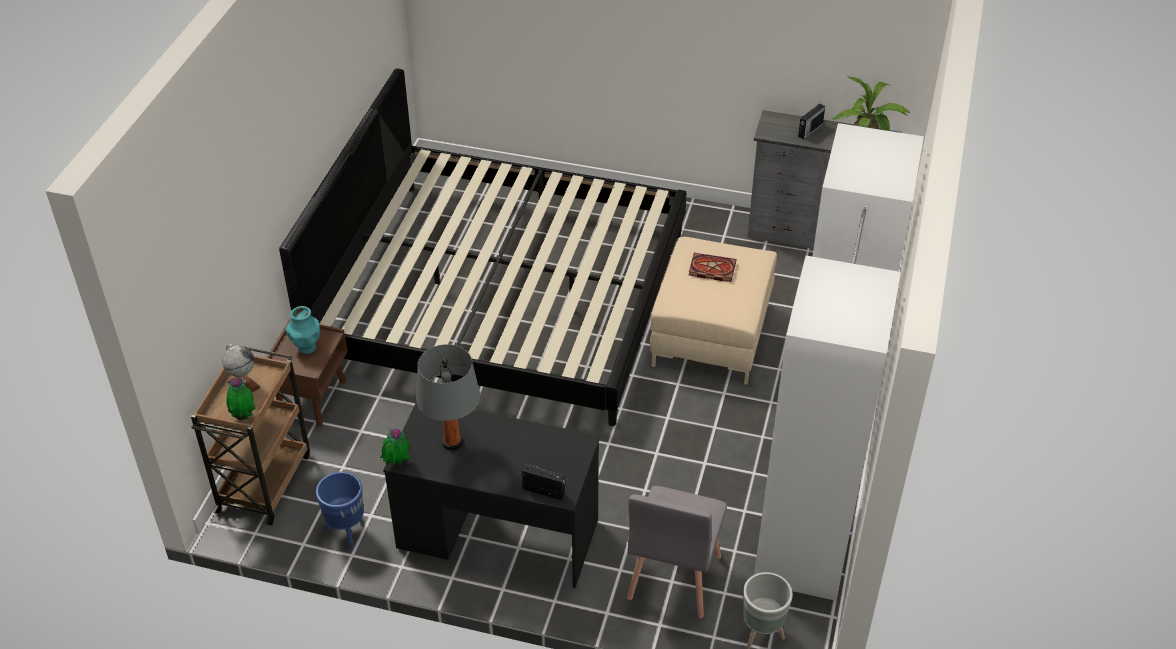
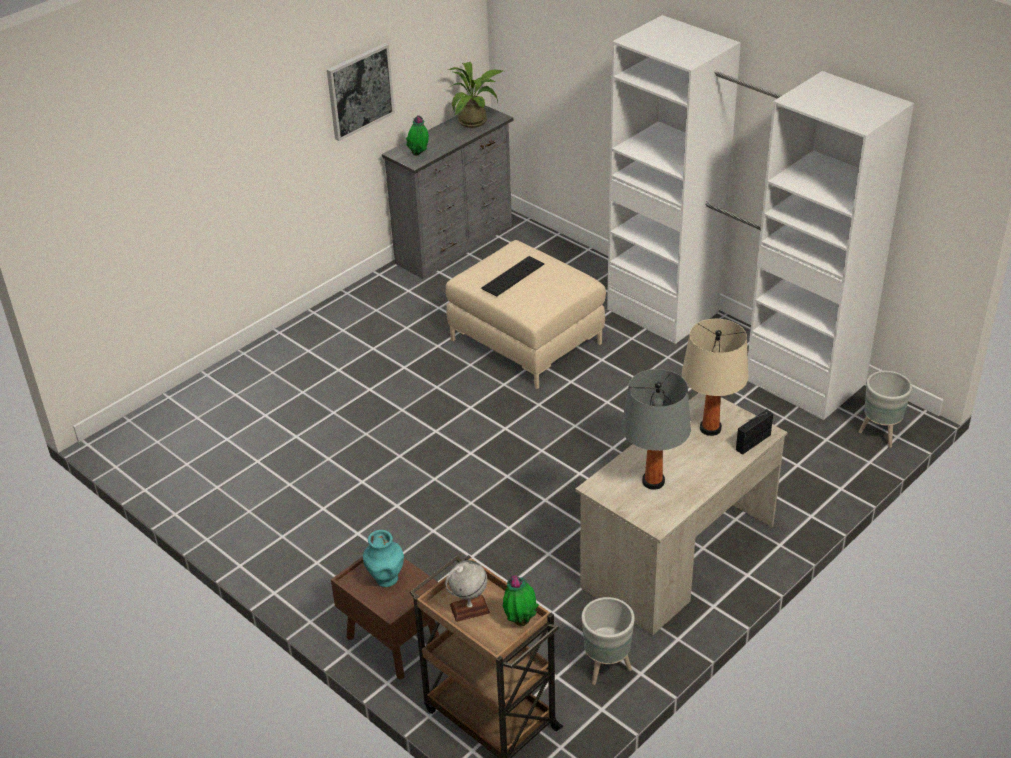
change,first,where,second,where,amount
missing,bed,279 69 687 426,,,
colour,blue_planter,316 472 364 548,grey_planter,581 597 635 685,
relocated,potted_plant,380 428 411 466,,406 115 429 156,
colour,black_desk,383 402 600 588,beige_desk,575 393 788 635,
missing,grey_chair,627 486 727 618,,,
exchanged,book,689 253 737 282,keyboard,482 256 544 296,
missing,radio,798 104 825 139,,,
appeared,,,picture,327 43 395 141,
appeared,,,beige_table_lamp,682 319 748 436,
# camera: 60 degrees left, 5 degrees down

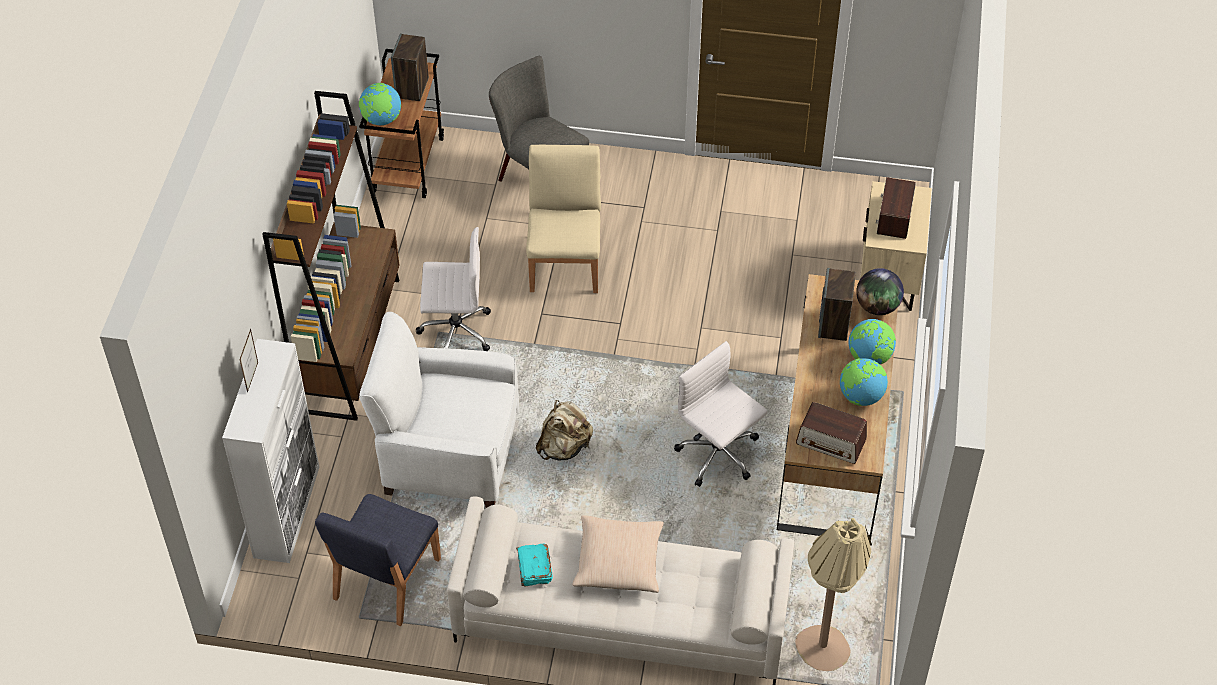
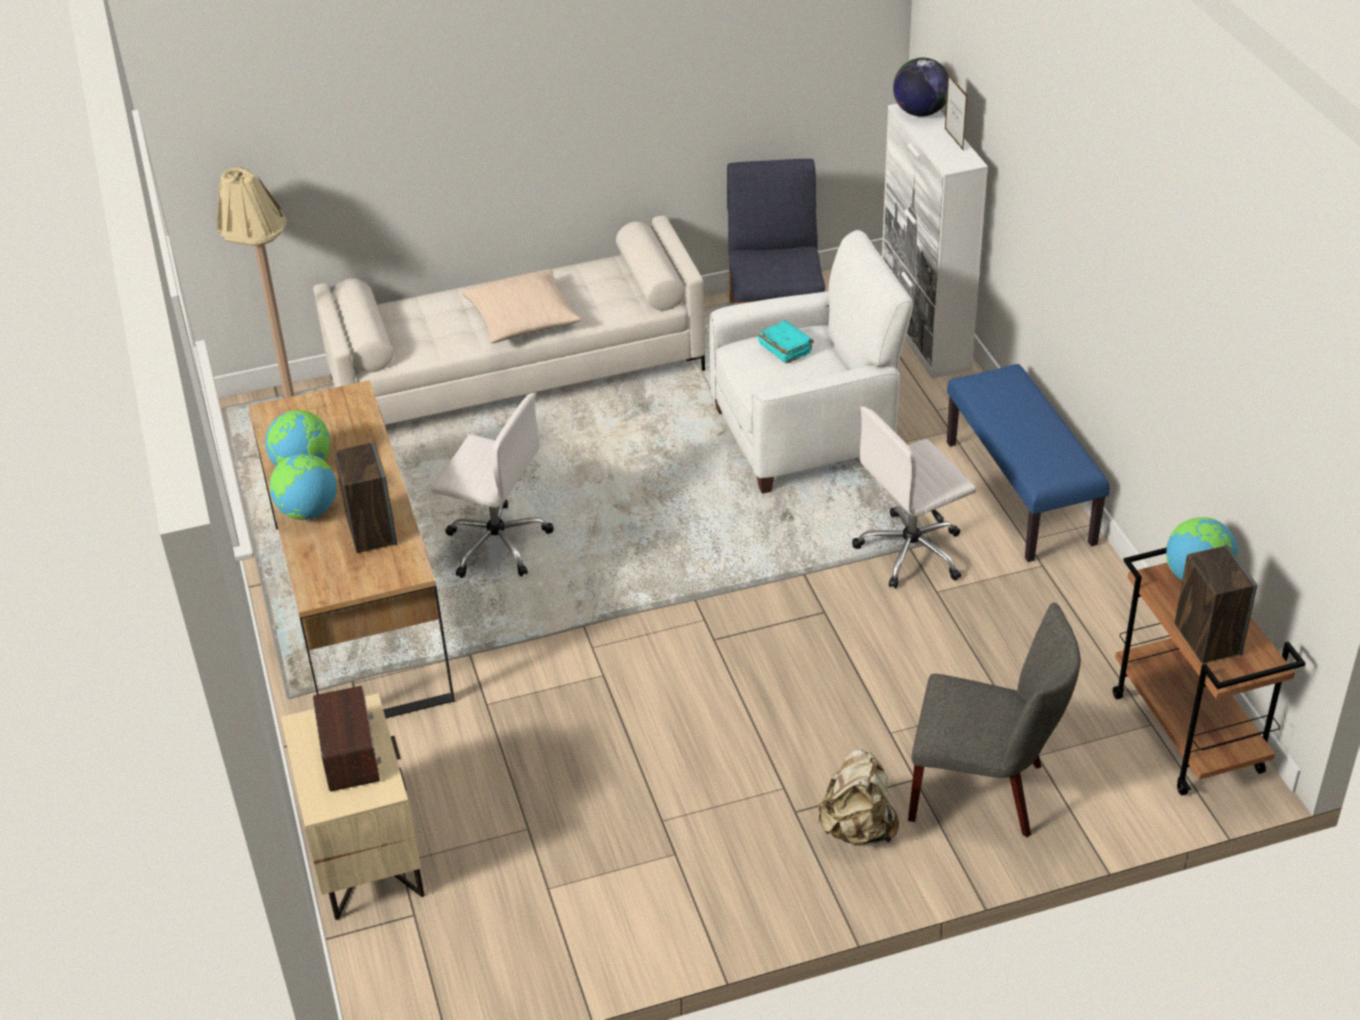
change,first,where,second,where,amount
exchanged,brown_bookcase,262 91 400 421,blue_bench,947 364 1110 562,
relocated,turquoise_book,516 544 553 586,,758 320 814 363,
missing,beige_chair,526 145 601 293,,,
relocated,beige_backpack,536 400 593 461,,818 749 899 846,
missing,radio,796 402 867 464,,,
relocated,globe,856 268 904 315,,893 58 948 117,
# camera: 155 degrees right, 10 degrees down

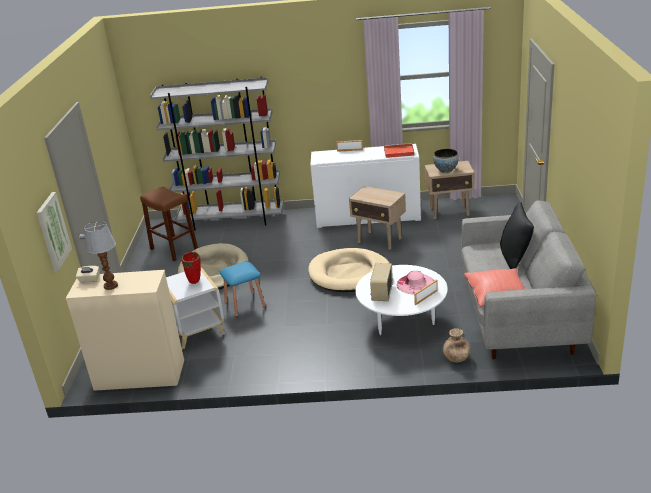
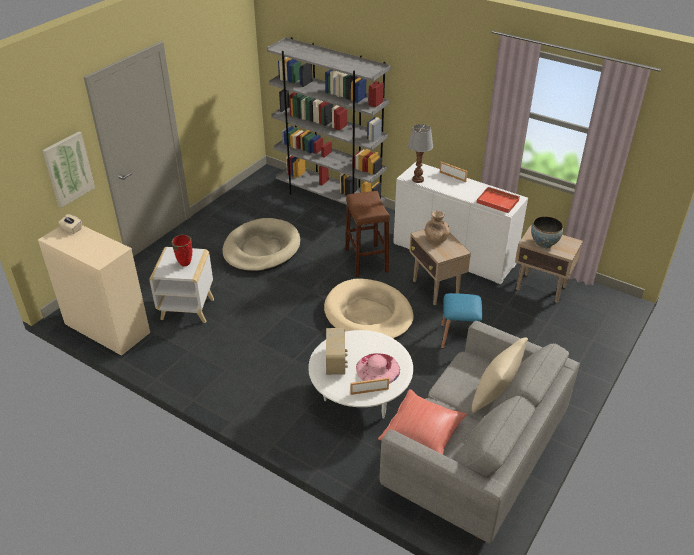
change,first,where,second,where,amount
relocated,table_lamp,84 221 118 290,,408 124 433 183,
relocated,brown_stool,140 186 198 261,,345 191 390 277,
relocated,blue_stool,220 262 266 317,,441 293 482 349,
spun,radio,370 263 393 301,,326 328 348 375,135 degrees clockwise
relocated,brown_vase,443 328 470 362,,425 211 450 243,
colour,black_pillow,500 202 534 269,beige_pillow,472 337 528 413,
# camera: 30 degrees right, 10 degrees up

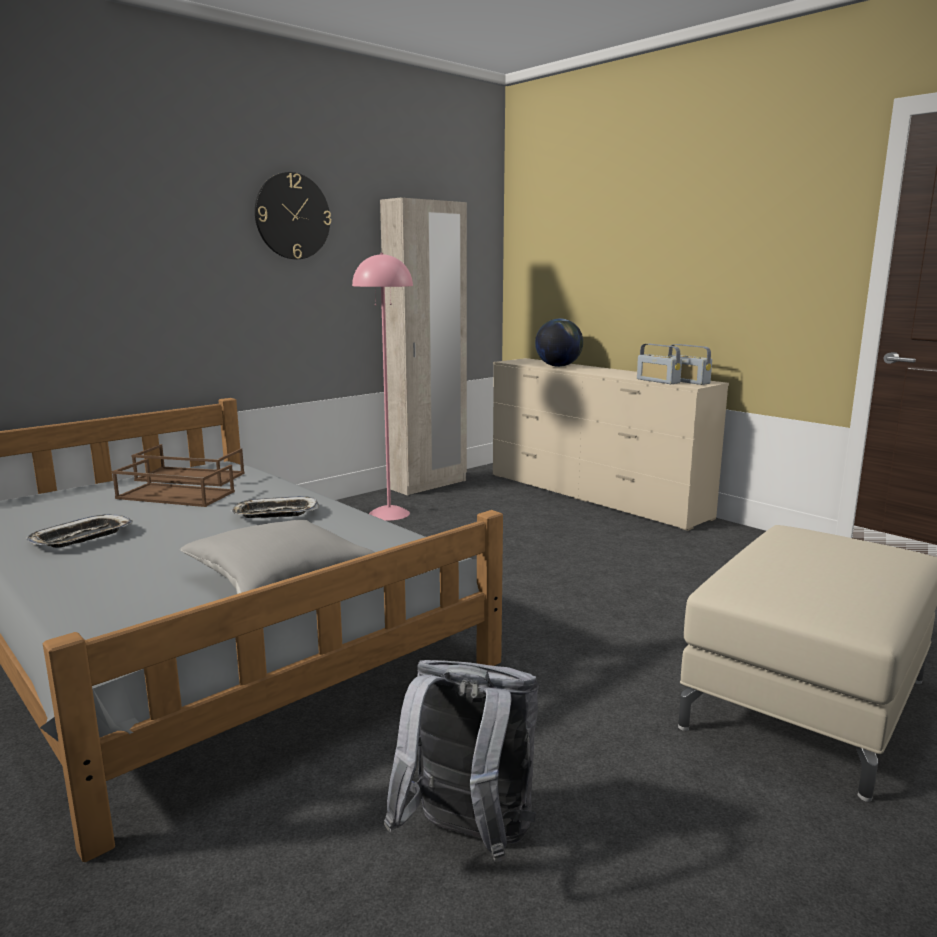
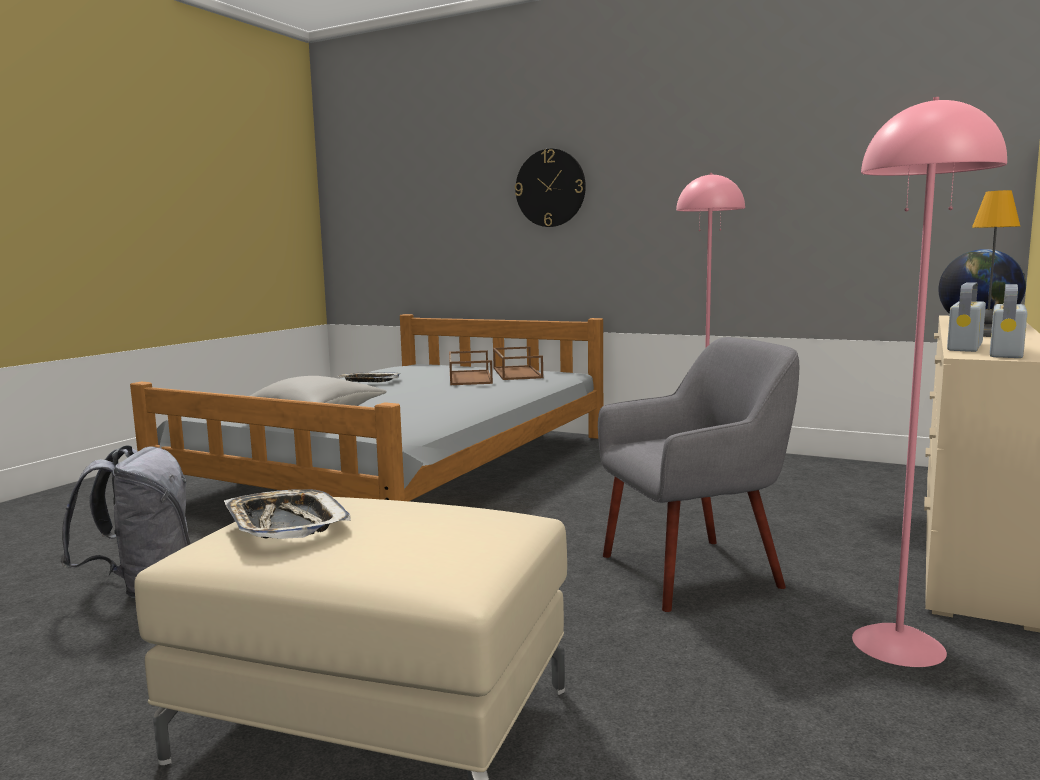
change,first,where,second,where,amount
relocated,tray,231 496 320 518,,224 489 351 539,
relocated,wall_clock,255 172 331 259,,515 148 586 227,
missing,beige_wardrobe,380 198 467 495,,,
appeared,,,grey_armchair,598 337 799 612,
appeared,,,pink_floor_lamp,852 97 1007 667,
appeared,,,table_lamp,972 190 1020 337,
# camera: 70 degrees right, 5 degrees down

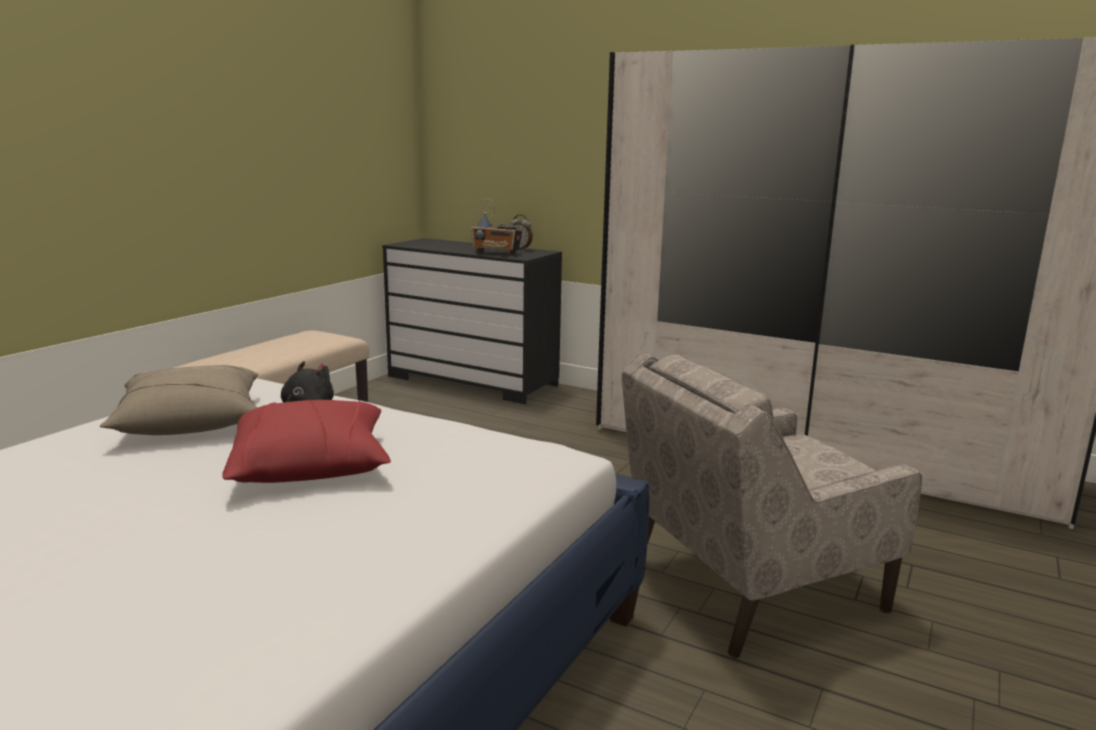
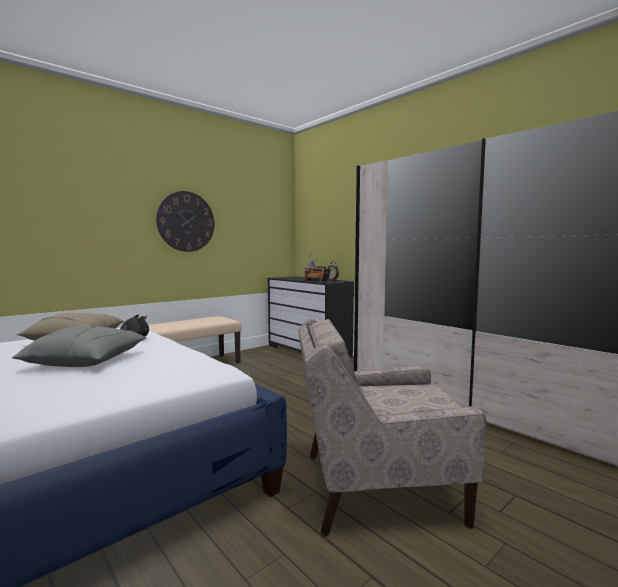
change,first,where,second,where,amount
colour,red_pillow,222 399 391 483,grey_pillow,12 326 146 367,
appeared,,,wall_clock,156 191 215 252,
# camera: 20 degrees right, 10 degrees down

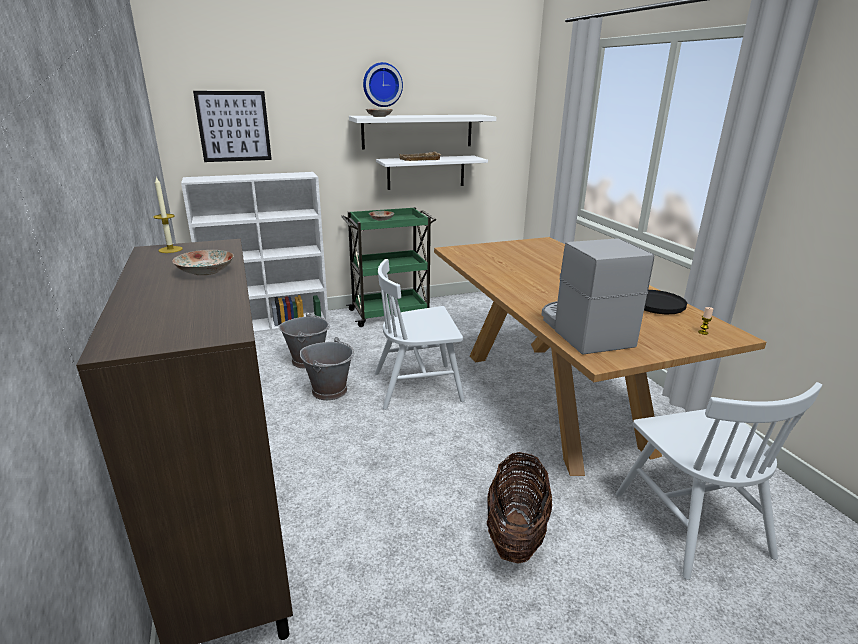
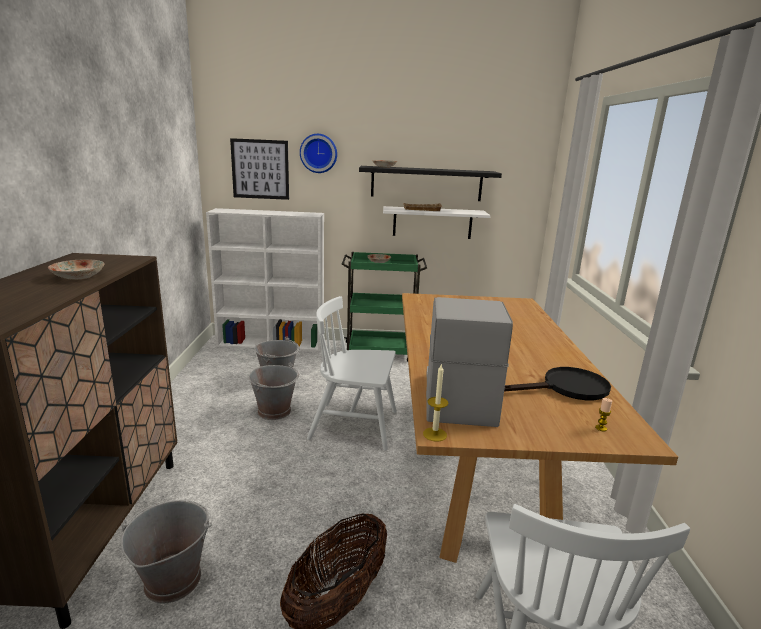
change,first,where,second,where,amount
relocated,candle,153 177 183 253,,423 363 448 442,
colour,white_shelf,349 115 496 149,black_shelf,359 166 502 201,
relocated,wall_clock,363 62 403 107,,300 134 337 173,
appeared,,,grey_bucket,121 500 212 603,
# camera: 20 degrees right, 5 degrees down

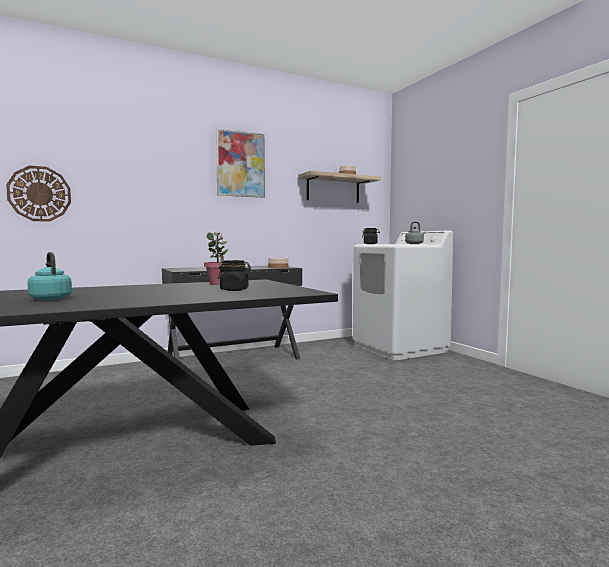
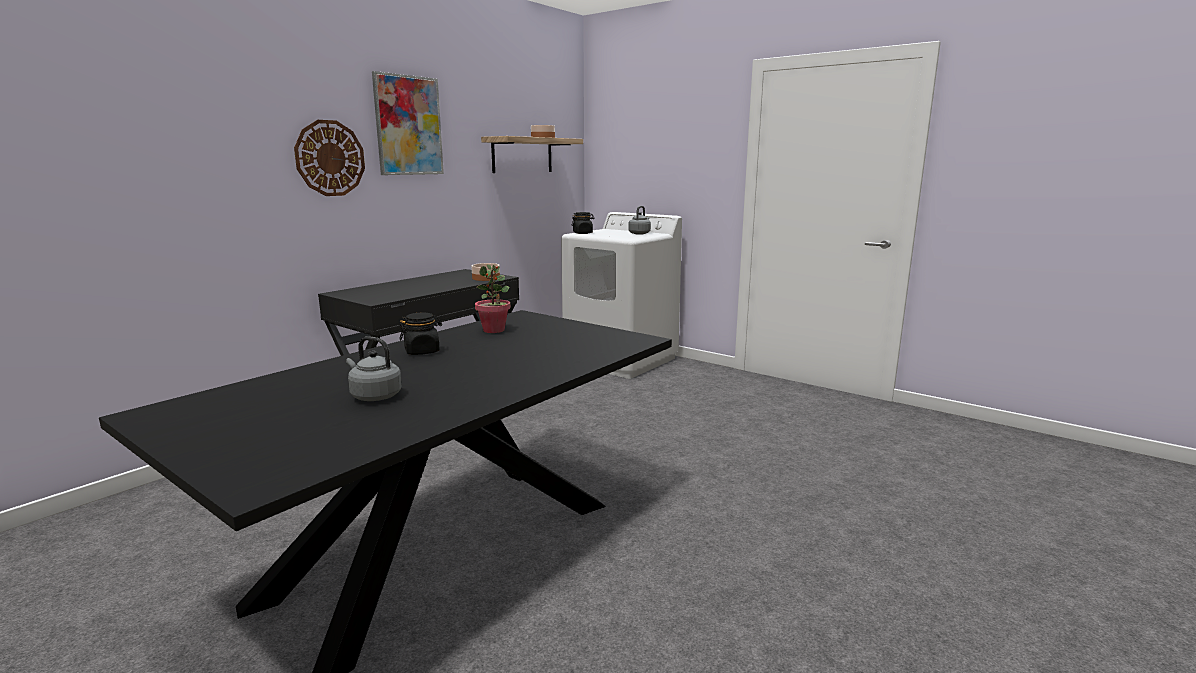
change,first,where,second,where,amount
relocated,wall_clock,6 166 71 222,,294 120 365 196,
colour,turquoise_kettle,27 252 72 300,grey_kettle,346 337 402 401,
relocated,black_jar,218 260 251 291,,399 313 442 355,
# camera: 25 degrees left, 10 degrees up

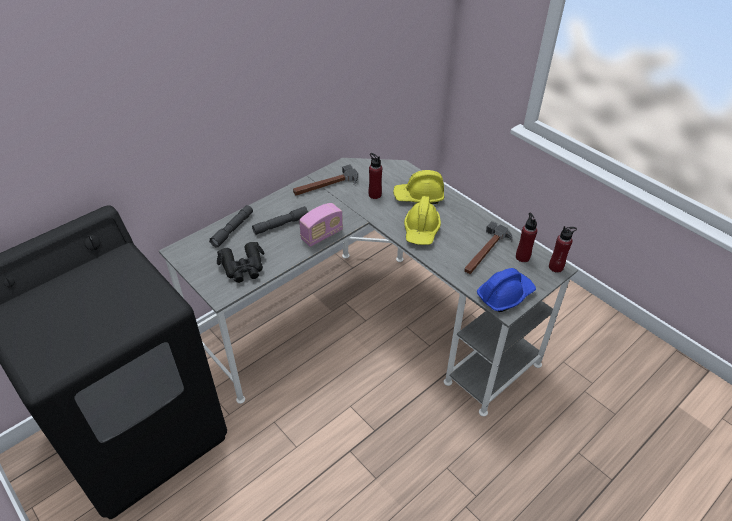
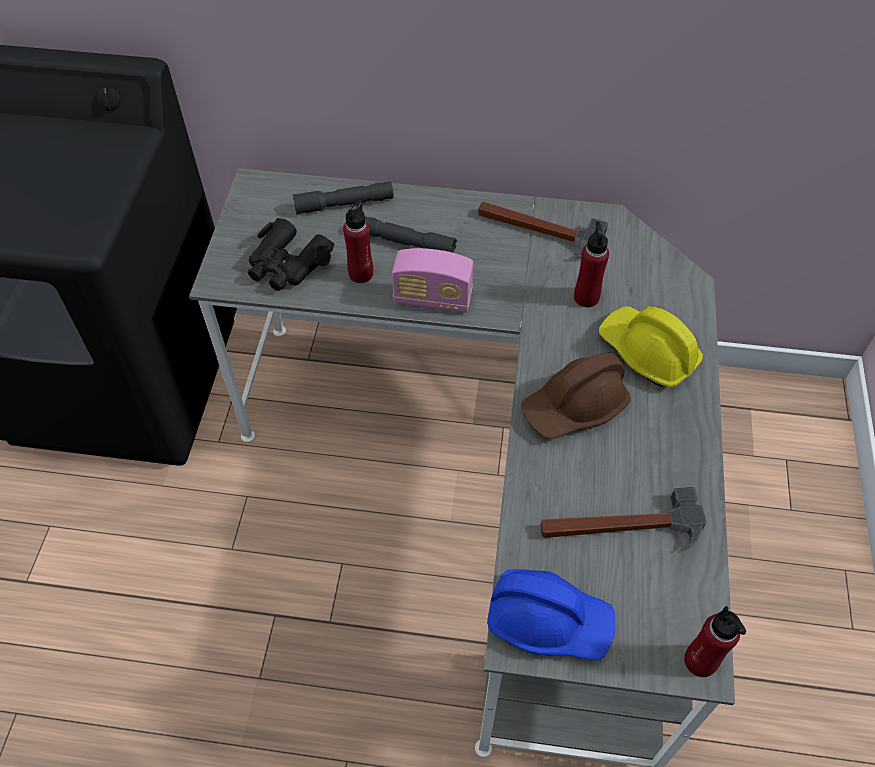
change,first,where,second,where,amount
colour,yellow_hard_hat,404 196 441 245,brown_hard_hat,521 353 631 440,
relocated,red_bottle,516 213 537 262,,343 198 373 283,
# camera: 50 degrees right, 10 degrees up

